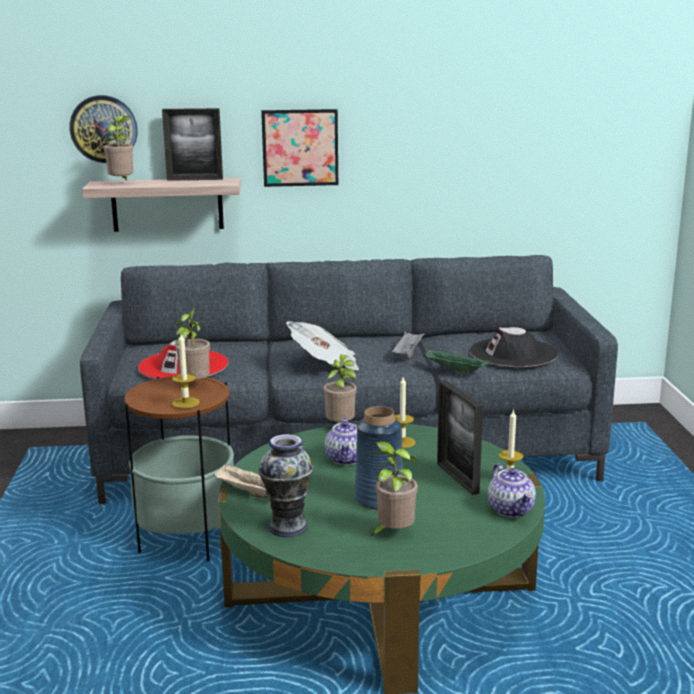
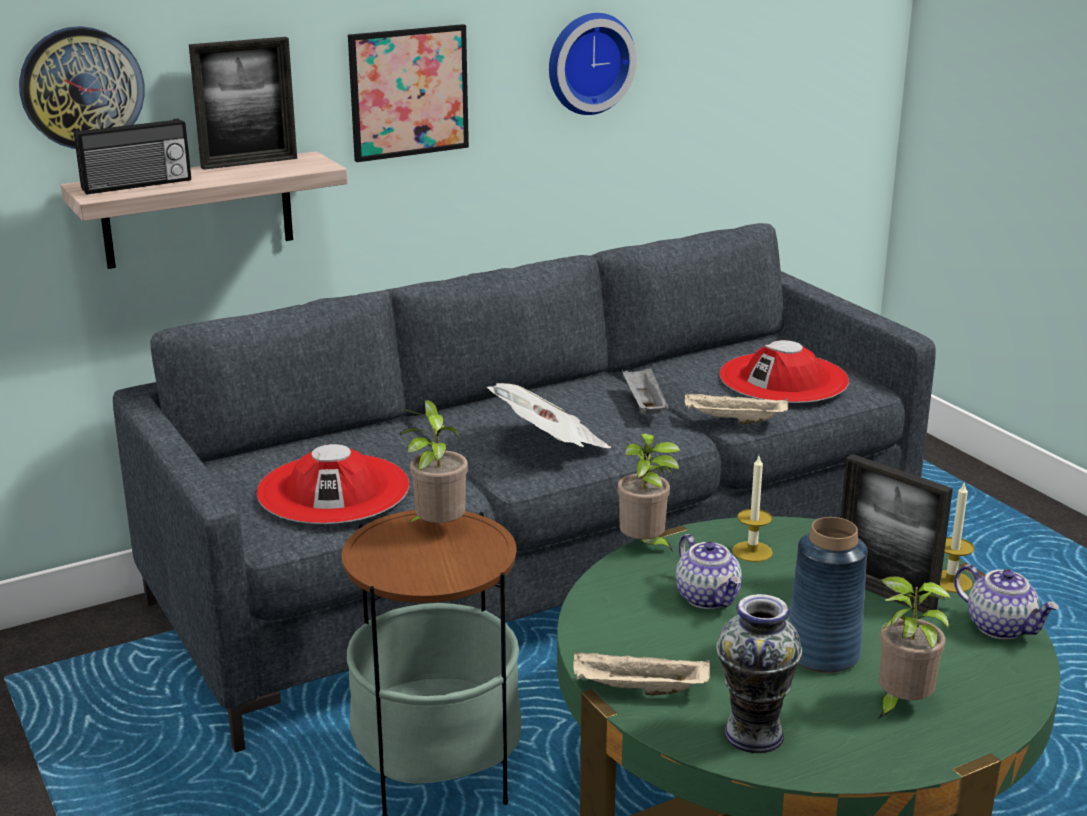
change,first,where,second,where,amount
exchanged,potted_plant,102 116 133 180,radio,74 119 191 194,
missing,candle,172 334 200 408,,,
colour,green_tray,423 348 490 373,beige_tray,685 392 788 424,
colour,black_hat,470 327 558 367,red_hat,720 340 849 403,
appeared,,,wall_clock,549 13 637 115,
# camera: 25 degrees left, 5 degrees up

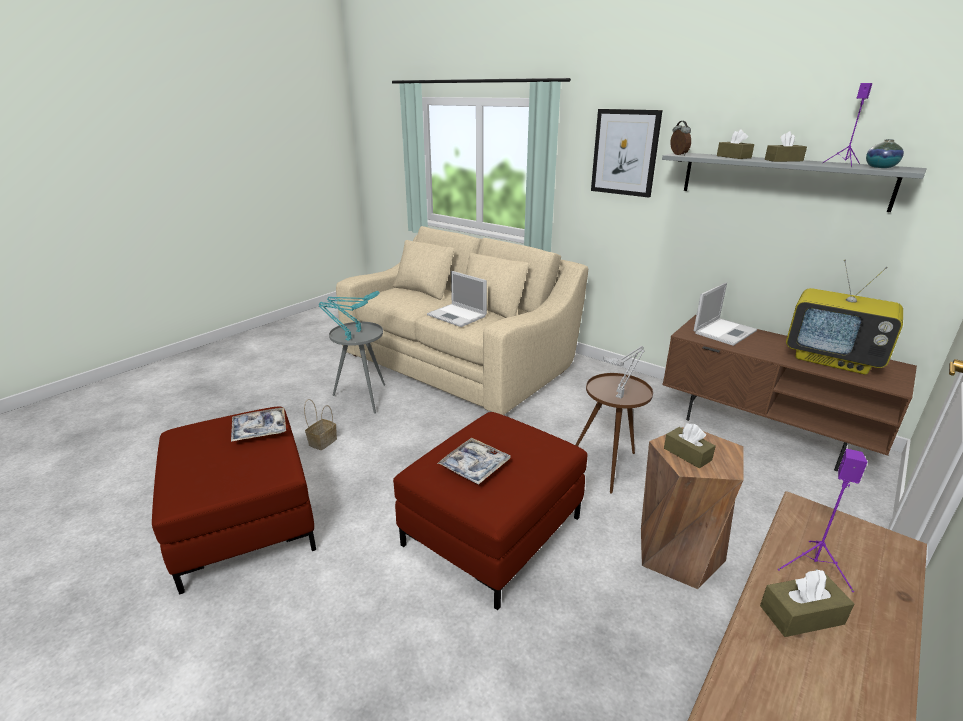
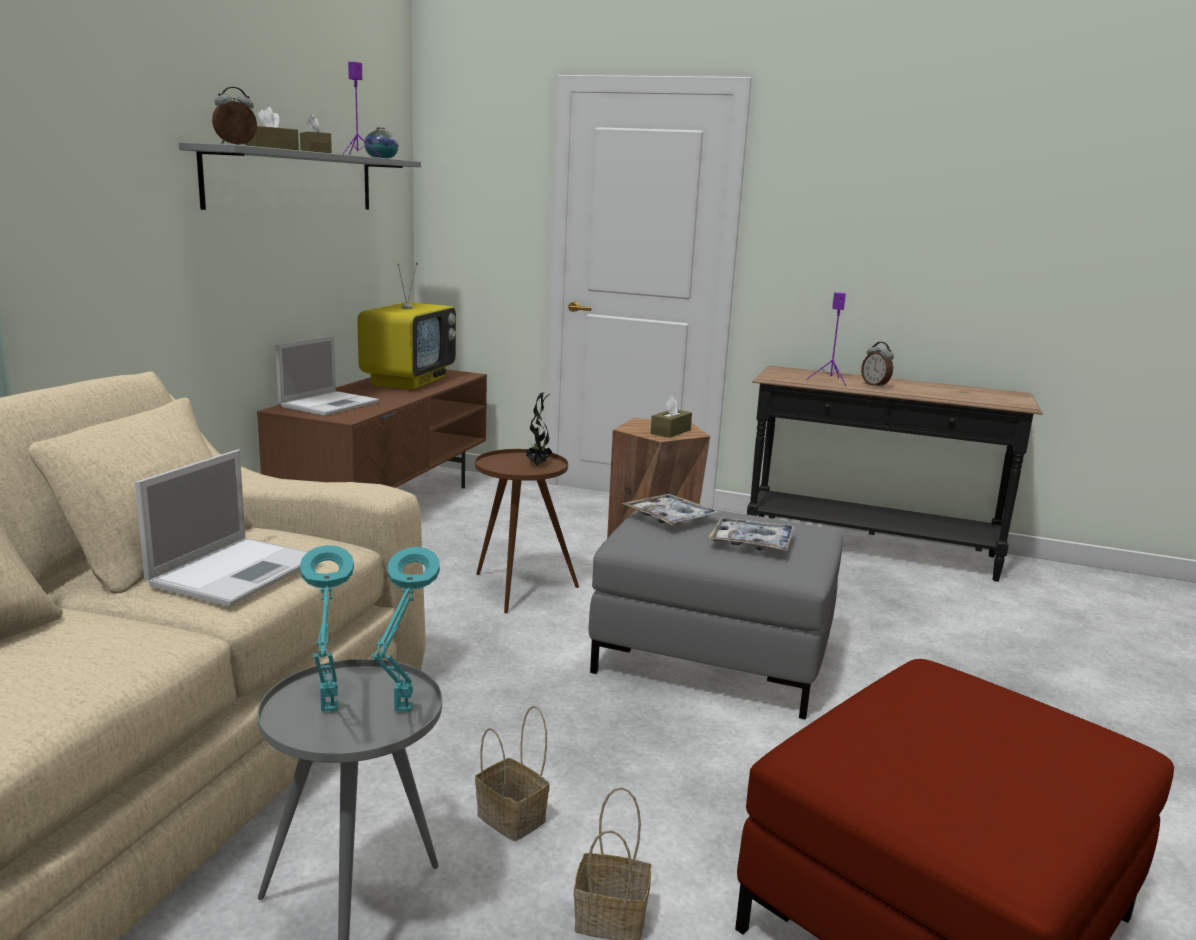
change,first,where,second,where,amount
relocated,tray,231 407 286 442,,622 494 720 525,
colour,red_ottoman,393 412 588 610,grey_ottoman,589 502 843 719,
missing,picture,591 109 663 197,,,
exchanged,grey_table_lamp,603 346 644 398,potted_plant,526 392 552 465,
spun,laptop,694 282 757 346,,275 336 379 416,90 degrees clockwise
exchanged,brown_tissue_box,760 569 854 637,alarm_clock,861 342 894 388,
appeared,,,basket,475 706 549 841,
# camera: 110 degrees left, 10 degrees down

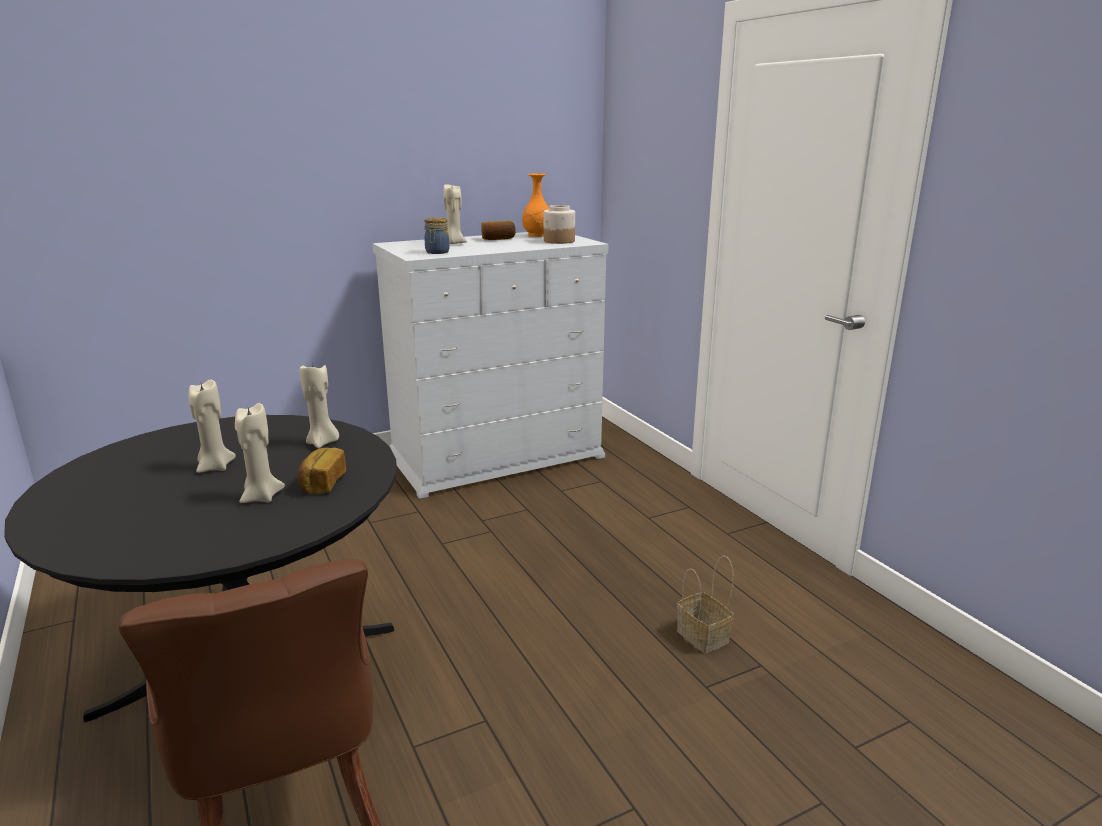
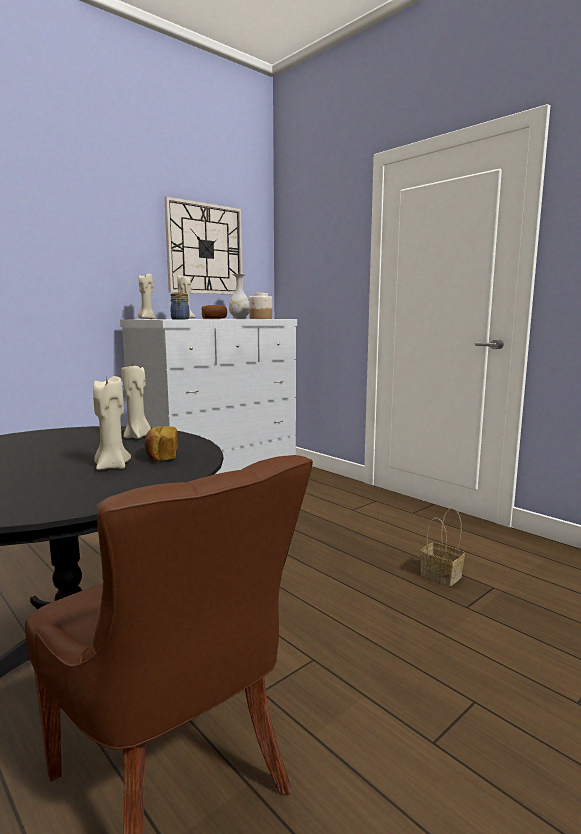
change,first,where,second,where,amount
relocated,beige_candle,189 379 236 473,,138 274 155 319,
colour,orange_vase,522 173 549 237,white_vase,229 274 249 319,
appeared,,,wall_clock,164 196 243 295,
# camera: 15 degrees left, 10 degrees down

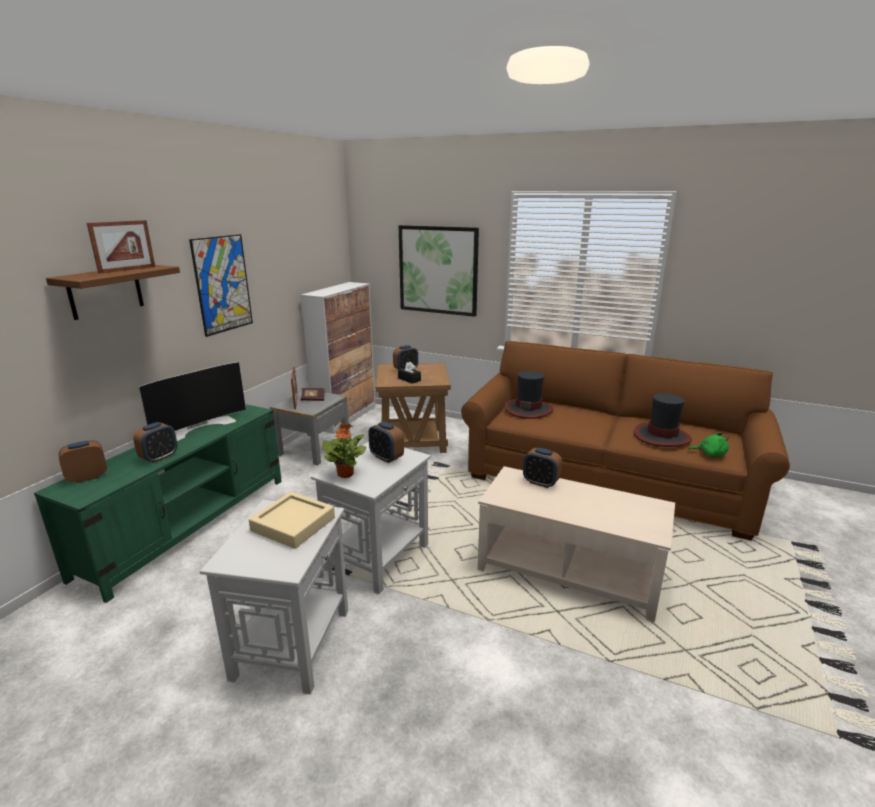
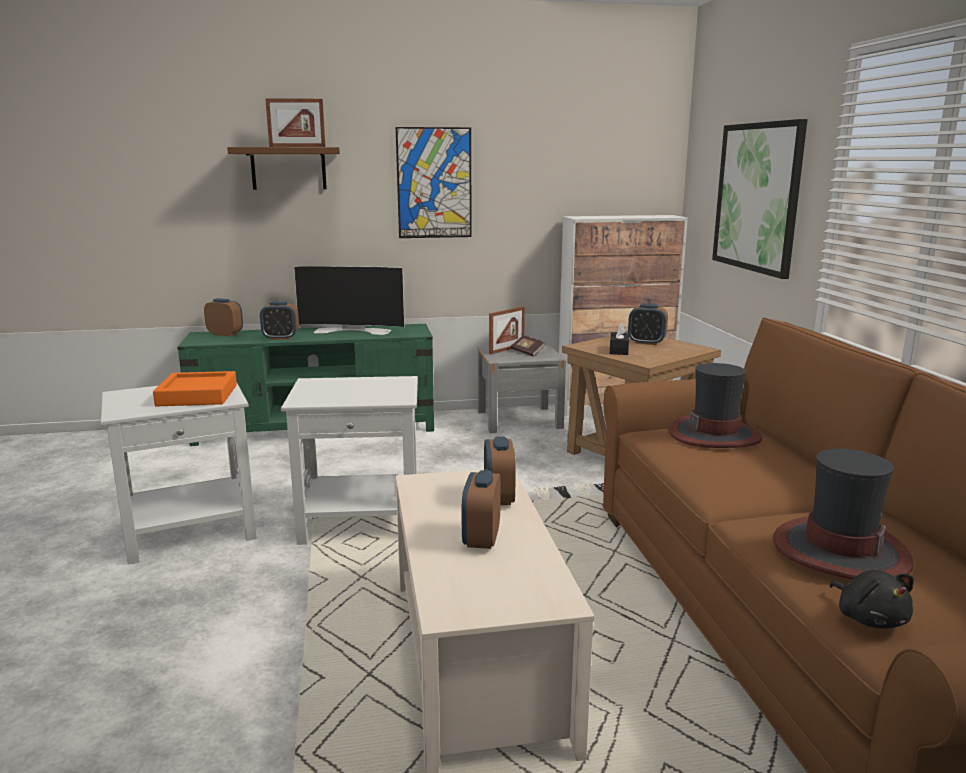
change,first,where,second,where,amount
colour,beige_tray,249 492 335 549,orange_tray,153 371 237 406,
missing,potted_plant,322 423 366 478,,,
relocated,alarm_clock,368 421 404 463,,461 470 501 549,
colour,green_plush_toy,688 432 730 456,black_plush_toy,830 570 914 628,
# camera: 55 degrees right, 5 degrees down

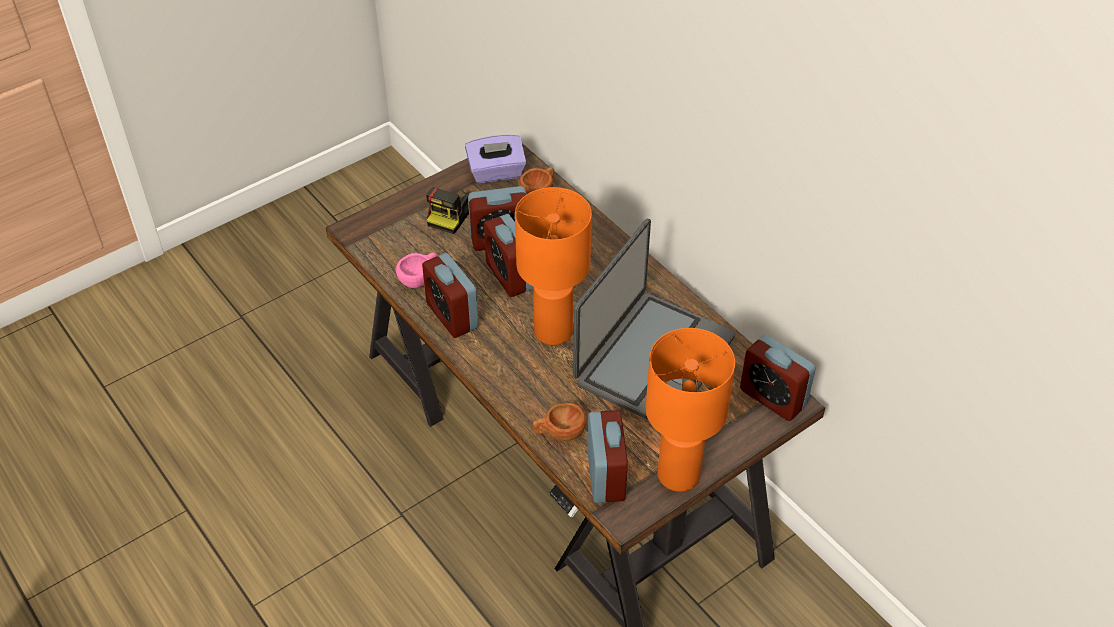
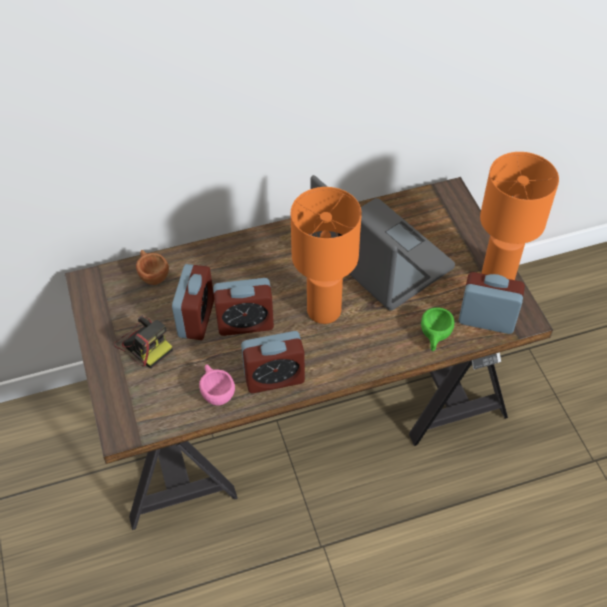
change,first,where,second,where,amount
missing,purple_tissue_box,465 135 526 183,,,
colour,brown_cup,533 403 586 441,green_cup,421 307 454 351,
missing,alarm_clock,740 334 816 421,,,
# camera: 70 degrees left, 5 degrees up

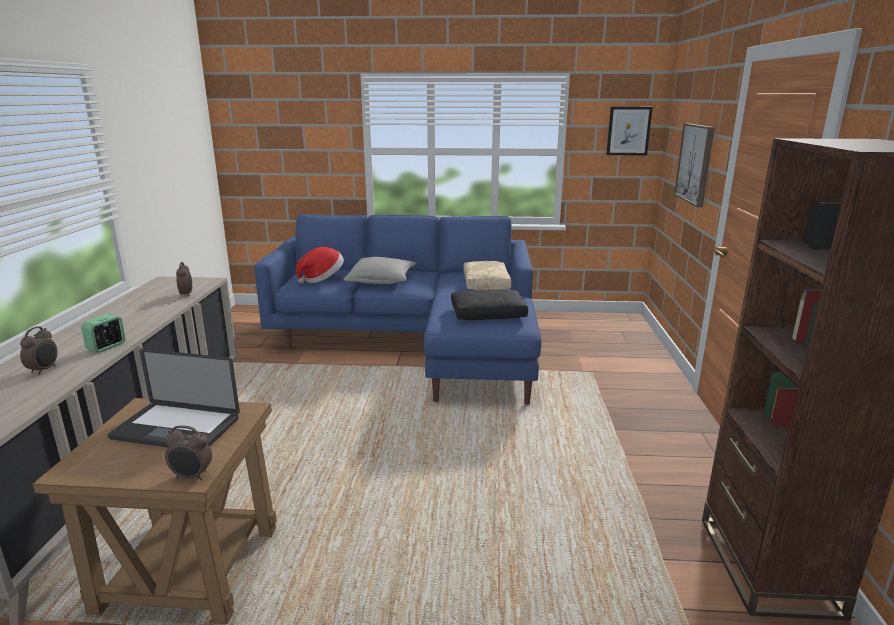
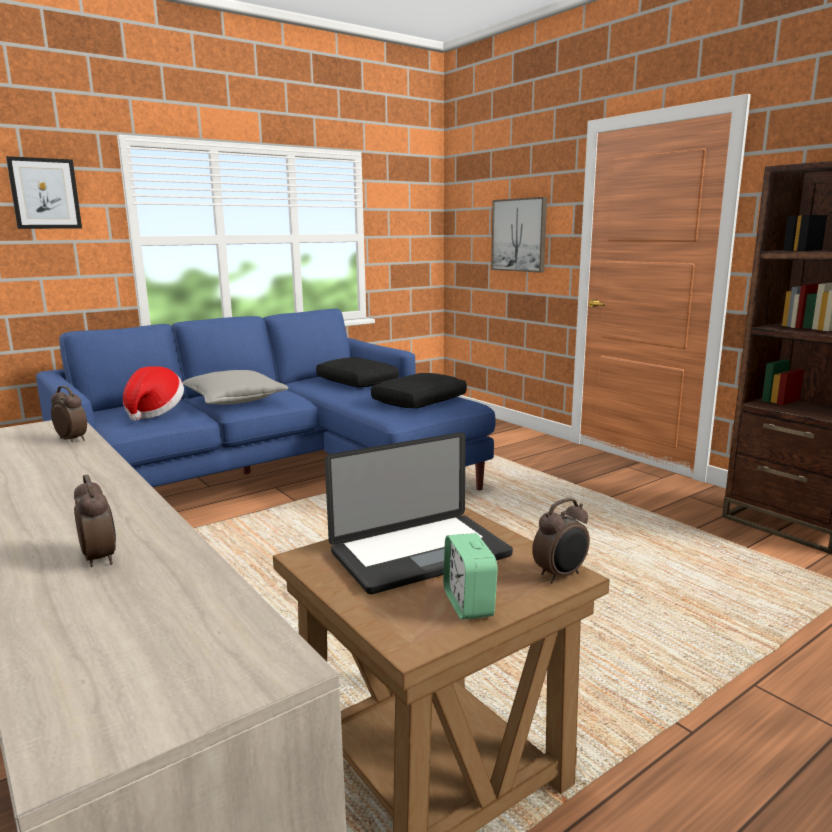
change,first,where,second,where,amount
relocated,alarm_clock,81 314 125 353,,443 533 498 620,
colour,beige_pillow,463 261 511 290,black_pillow,316 357 399 387,
relocated,picture,606 107 653 156,,6 156 82 229,
# camera: 40 degrees left, 5 degrees down

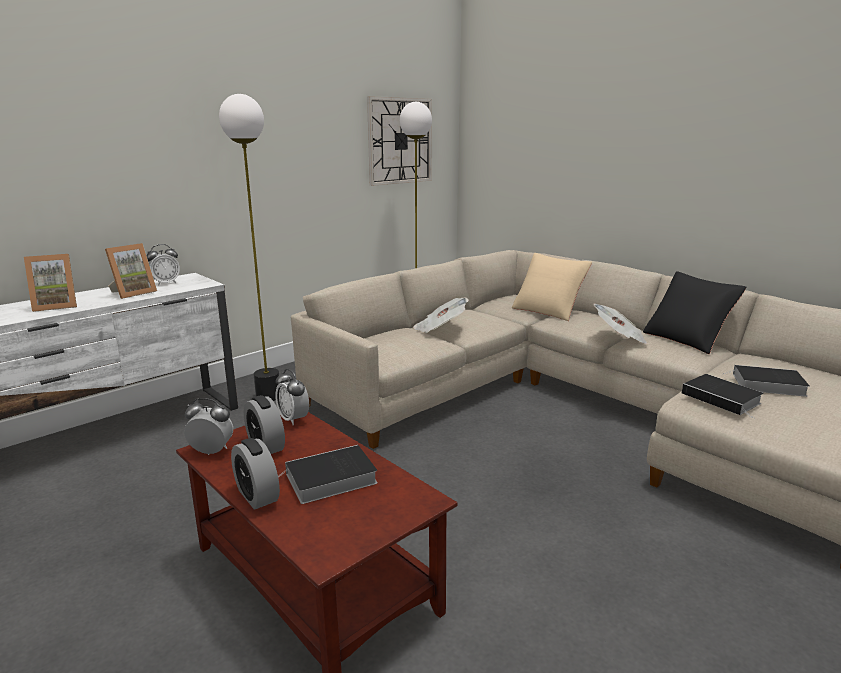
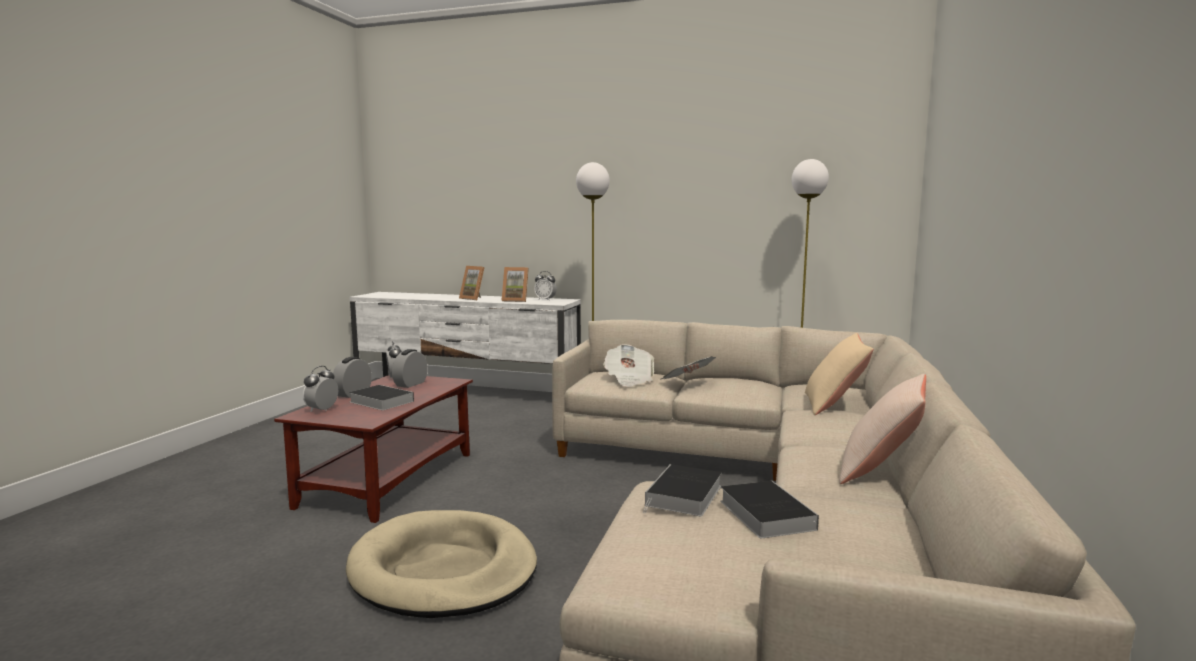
change,first,where,second,where,amount
relocated,alarm_clock,275 369 309 425,,303 366 338 412,
missing,wall_clock,367 96 432 186,,,
relocated,newspaper,593 304 647 344,,603 344 654 387,
colour,black_pillow,643 271 747 354,beige_pillow,839 374 926 484,
appeared,,,beige_dog_bed,346 510 537 618,
# camera: 60 degrees right, 10 degrees down

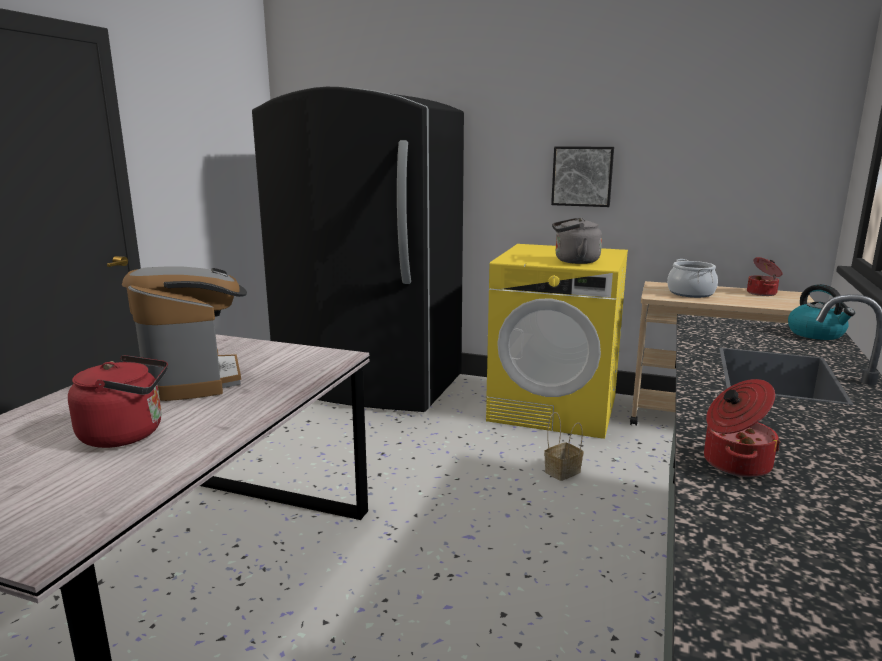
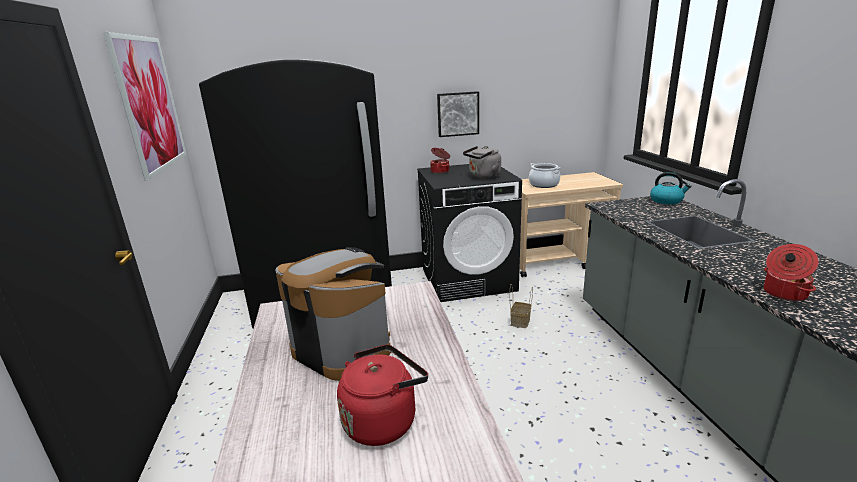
change,first,where,second,where,amount
colour,yellow_washing_machine,486 244 628 439,black_washing_machine,417 164 522 302,
relocated,cooking_pot,747 257 782 296,,430 148 450 174,
appeared,,,picture,103 32 187 181,
# camera: 30 degrees left, 5 degrees up

